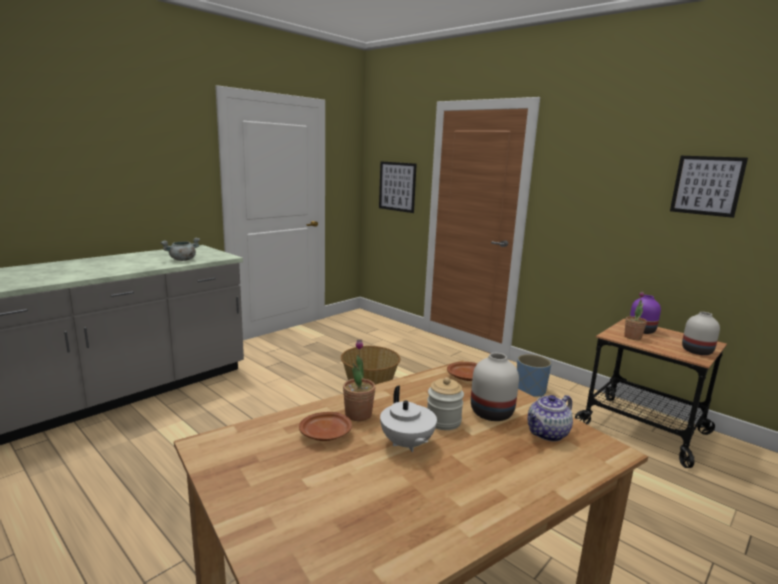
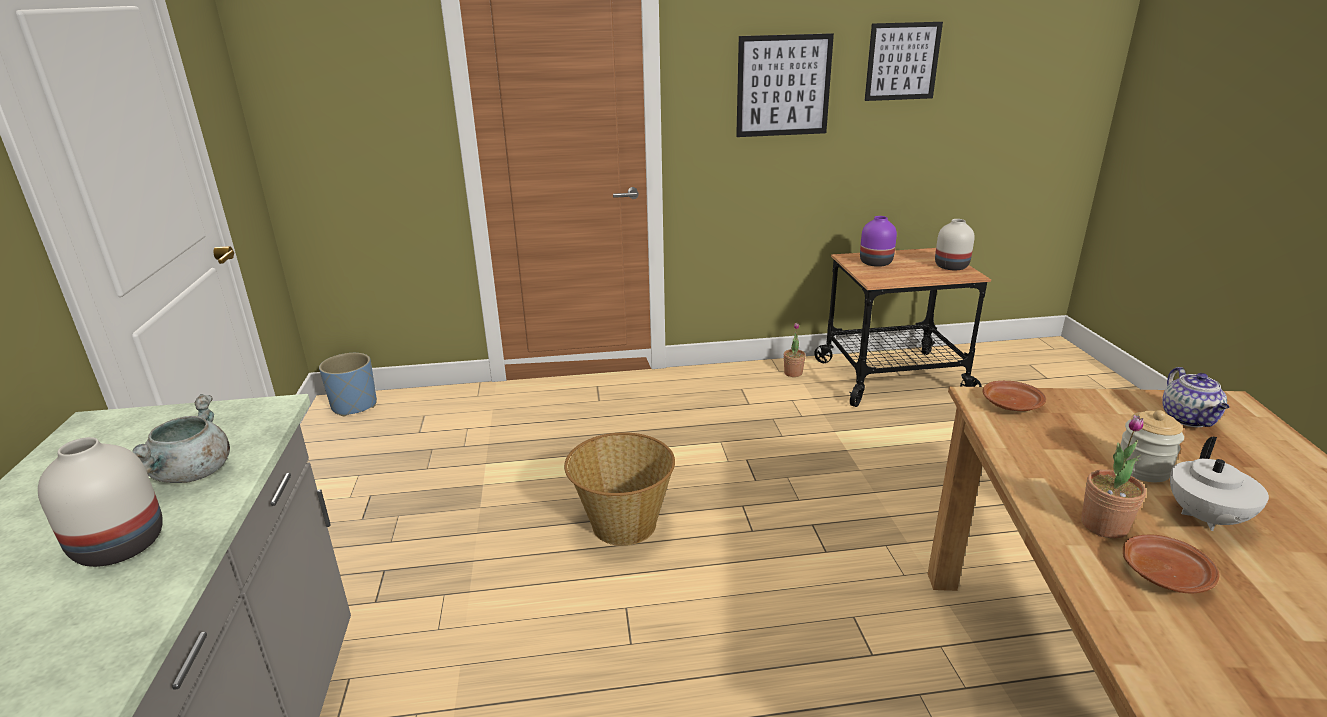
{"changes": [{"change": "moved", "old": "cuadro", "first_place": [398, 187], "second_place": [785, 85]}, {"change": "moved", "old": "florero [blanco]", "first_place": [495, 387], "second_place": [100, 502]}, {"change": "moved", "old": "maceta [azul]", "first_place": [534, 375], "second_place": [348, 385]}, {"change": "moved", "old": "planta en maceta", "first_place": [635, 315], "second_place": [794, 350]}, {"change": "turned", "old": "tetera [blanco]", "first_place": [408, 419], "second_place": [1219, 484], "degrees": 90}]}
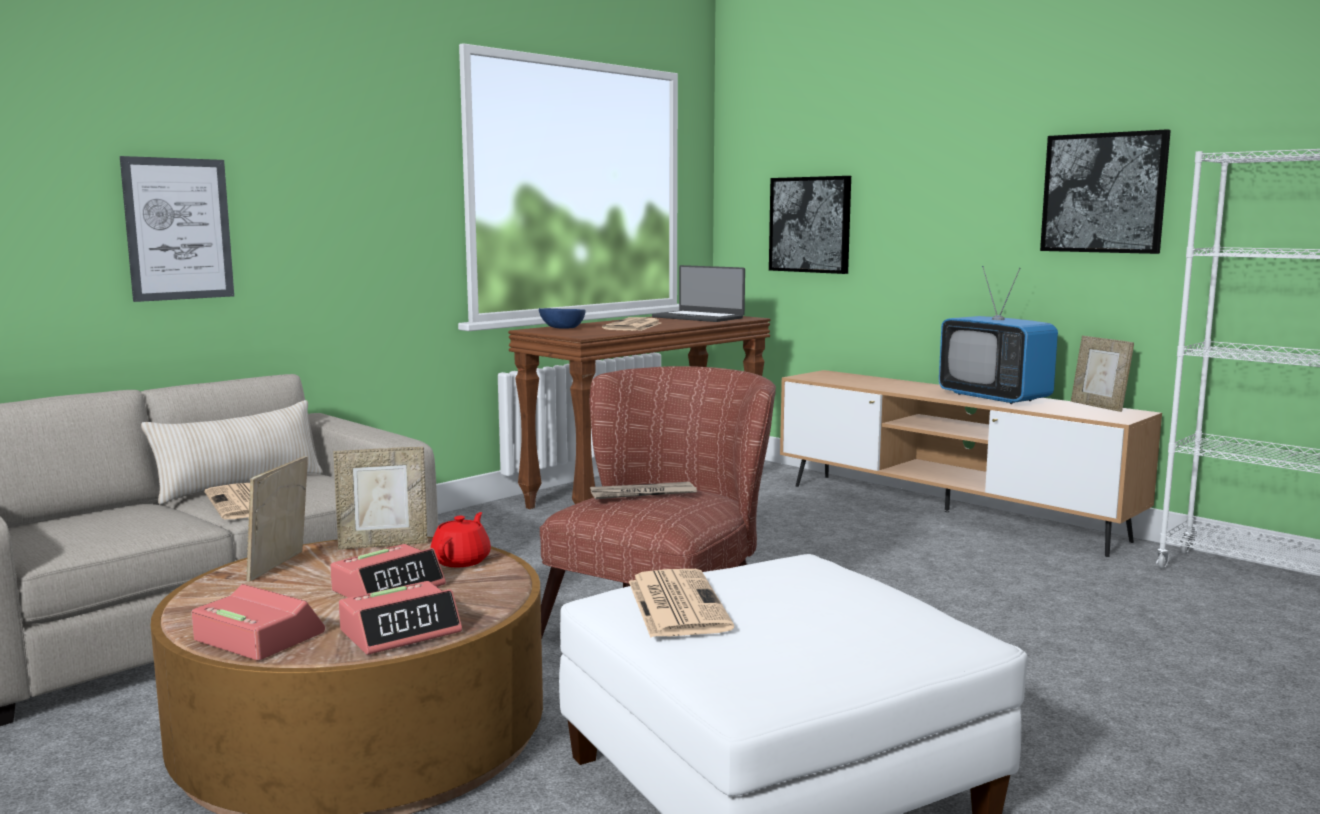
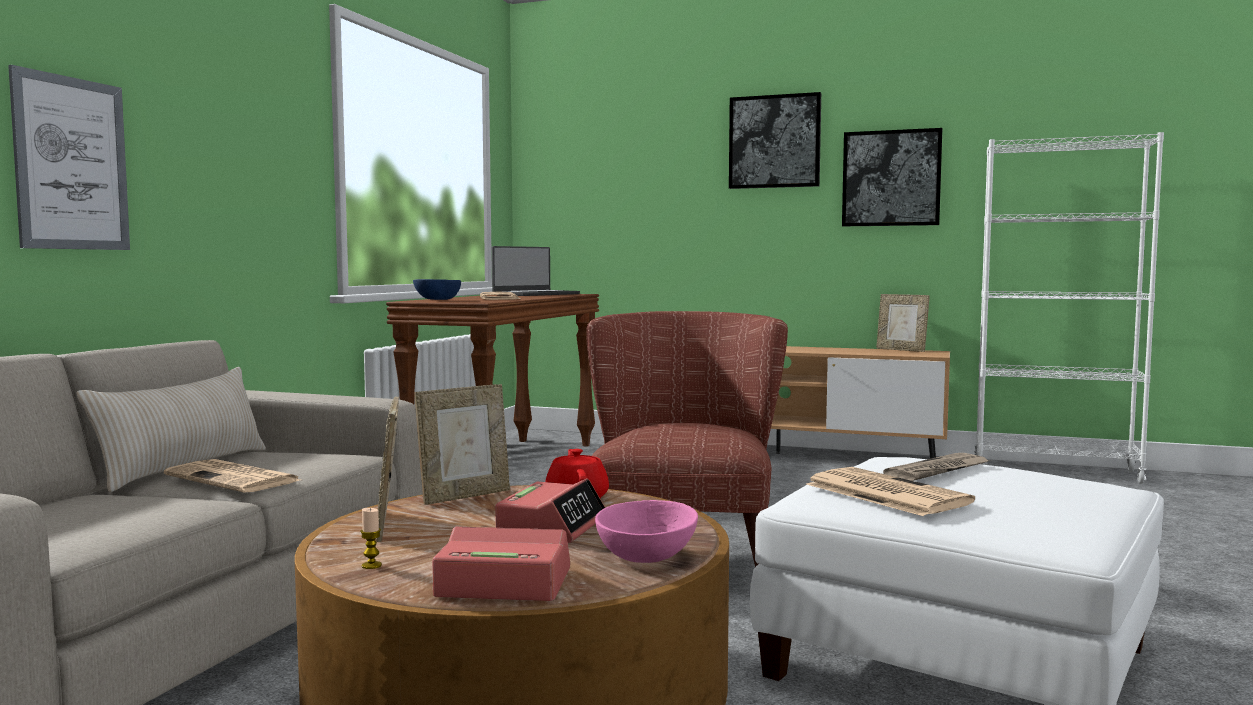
{"changes": [{"change": "removed", "old": "televisor", "first_place": [998, 335]}, {"change": "added", "new": "vela", "second_place": [371, 538]}, {"change": "moved", "old": "periódico", "first_place": [643, 490], "second_place": [937, 467]}, {"change": "moved", "old": "cuadro", "first_place": [810, 225], "second_place": [775, 140]}, {"change": "replaced", "old": "despertador", "new": "cuenco [rosa]", "first_place": [400, 618], "second_place": [646, 531]}, {"change": "turned", "old": "portátil", "first_place": [698, 293], "second_place": [536, 271], "degrees": -60}]}
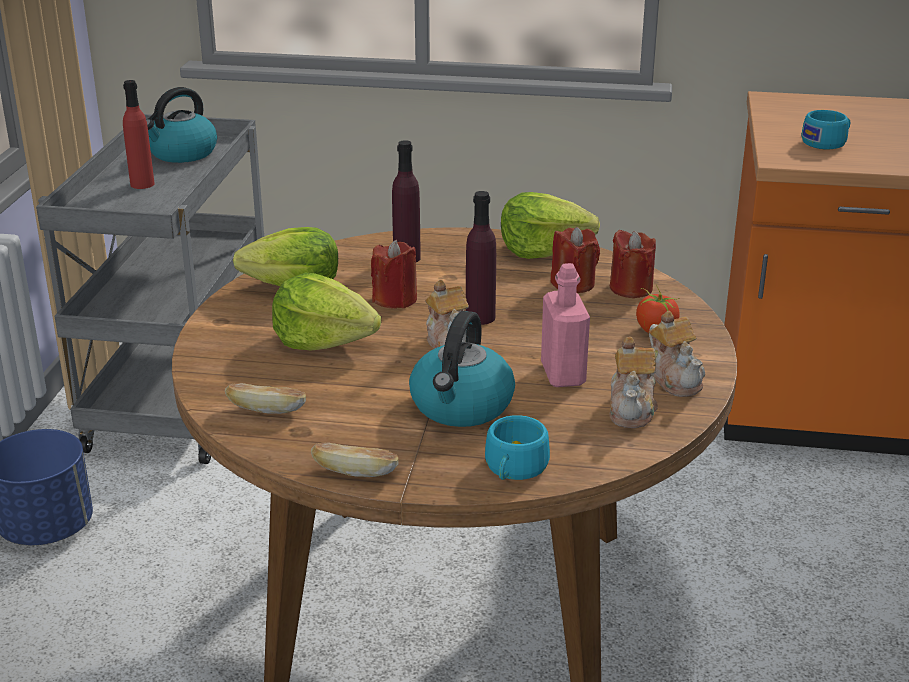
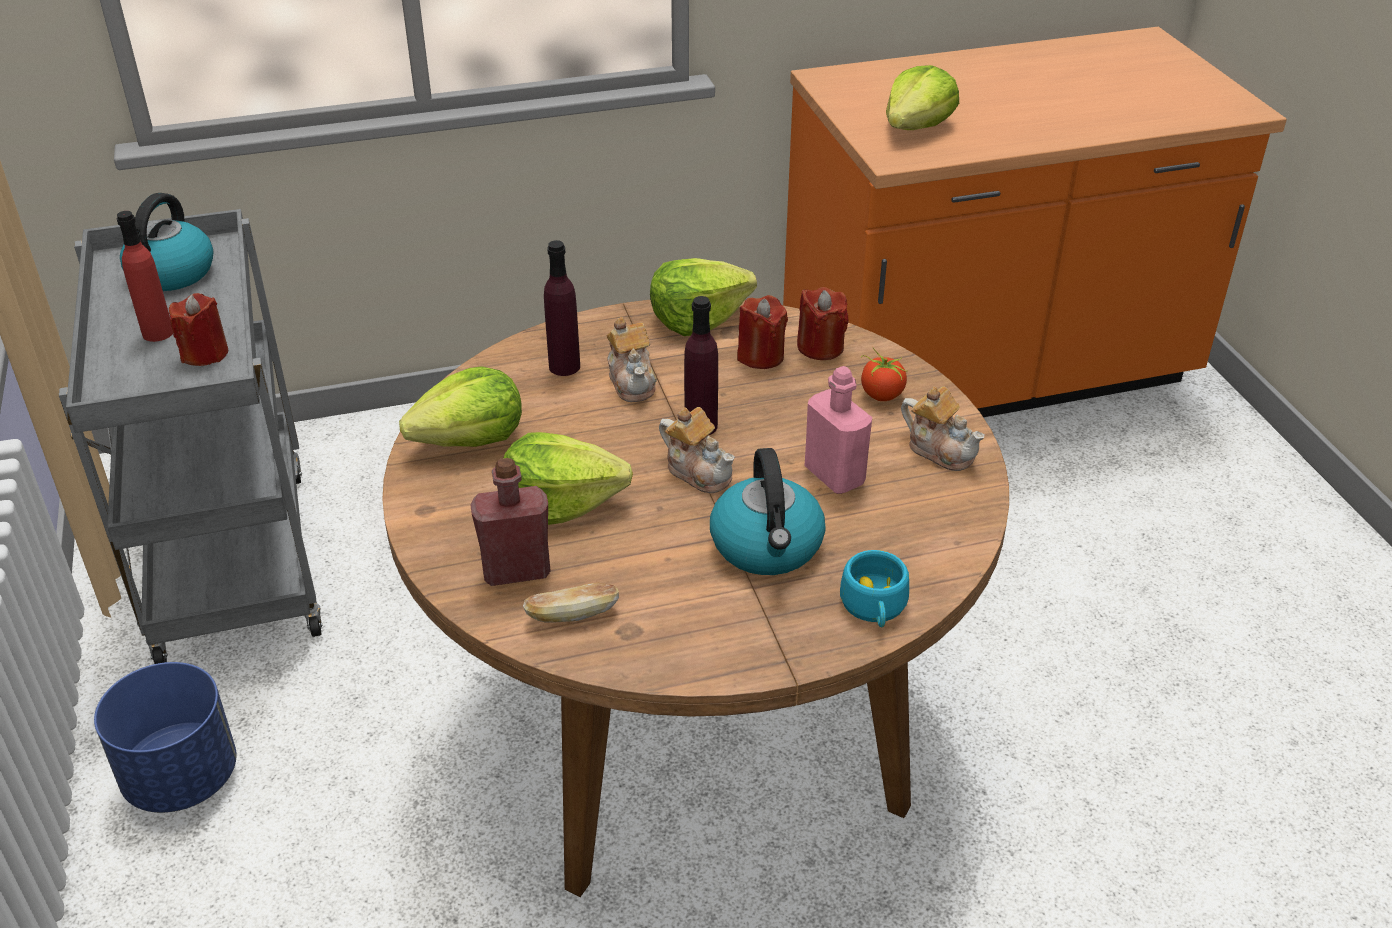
{"changes": [{"change": "removed", "old": "pan", "first_place": [355, 460]}, {"change": "added", "new": "botella [rojo]", "second_place": [510, 522]}, {"change": "moved", "old": "vela [rojo]", "first_place": [394, 274], "second_place": [198, 329]}, {"change": "moved", "old": "tetera", "first_place": [634, 382], "second_place": [631, 359]}, {"change": "replaced", "old": "taza [turquesa]", "new": "lechuga", "first_place": [825, 130], "second_place": [922, 97]}]}
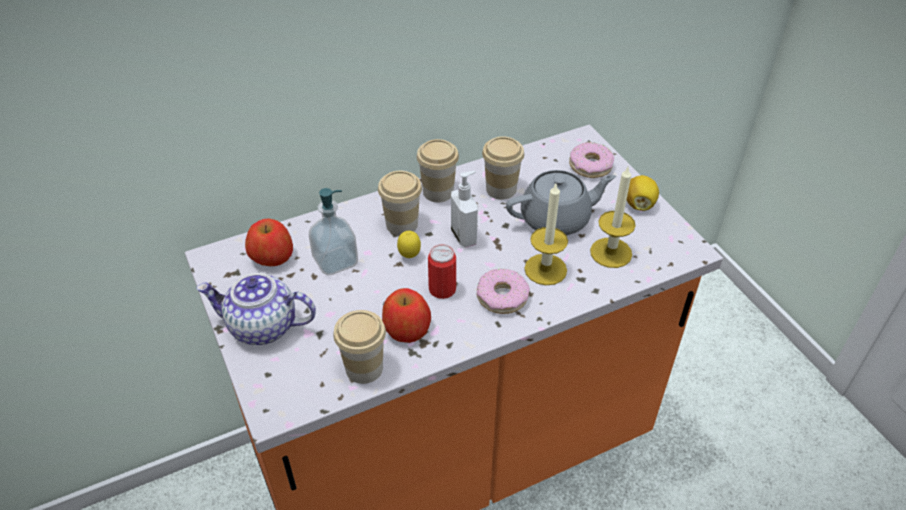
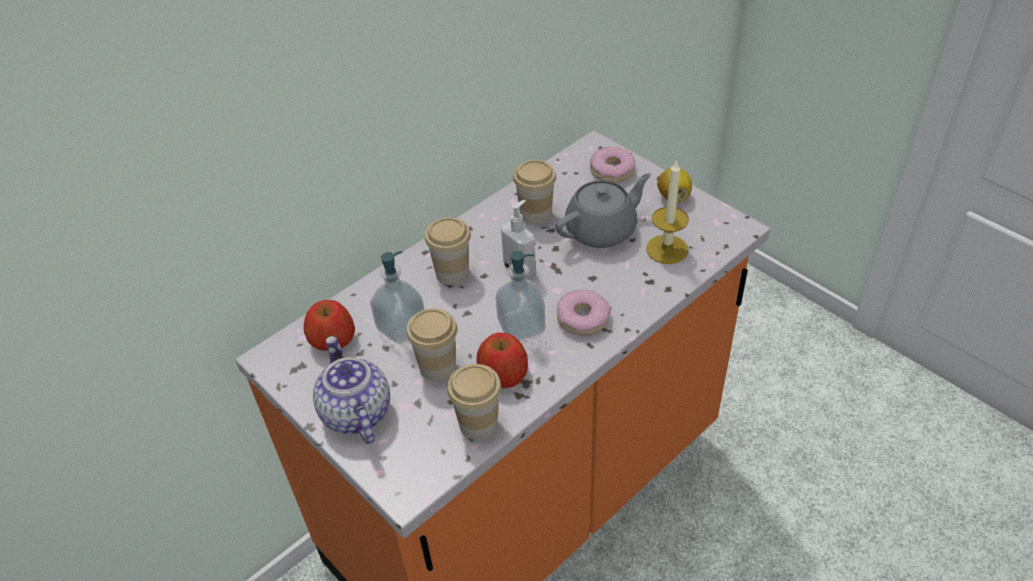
{"changes": [{"change": "removed", "old": "limón", "first_place": [409, 244]}, {"change": "removed", "old": "vela", "first_place": [546, 233]}, {"change": "moved", "old": "taza", "first_place": [438, 170], "second_place": [431, 344]}, {"change": "replaced", "old": "lata", "new": "dispensador de jabón", "first_place": [442, 271], "second_place": [520, 295]}, {"change": "turned", "old": "tetera", "first_place": [256, 309], "second_place": [351, 390], "degrees": 75}]}
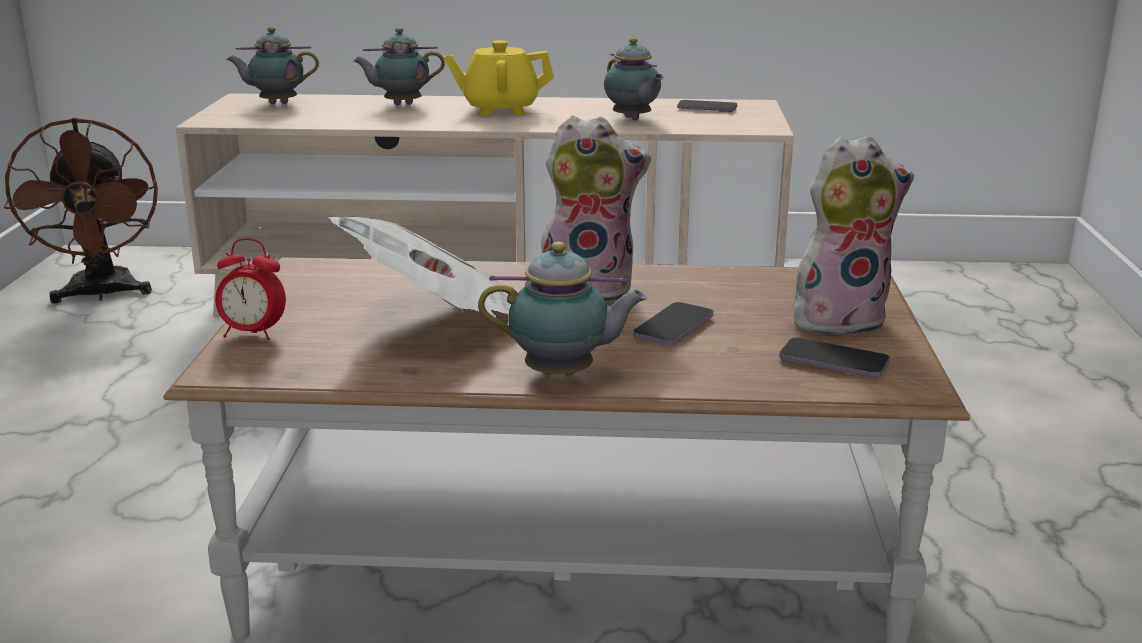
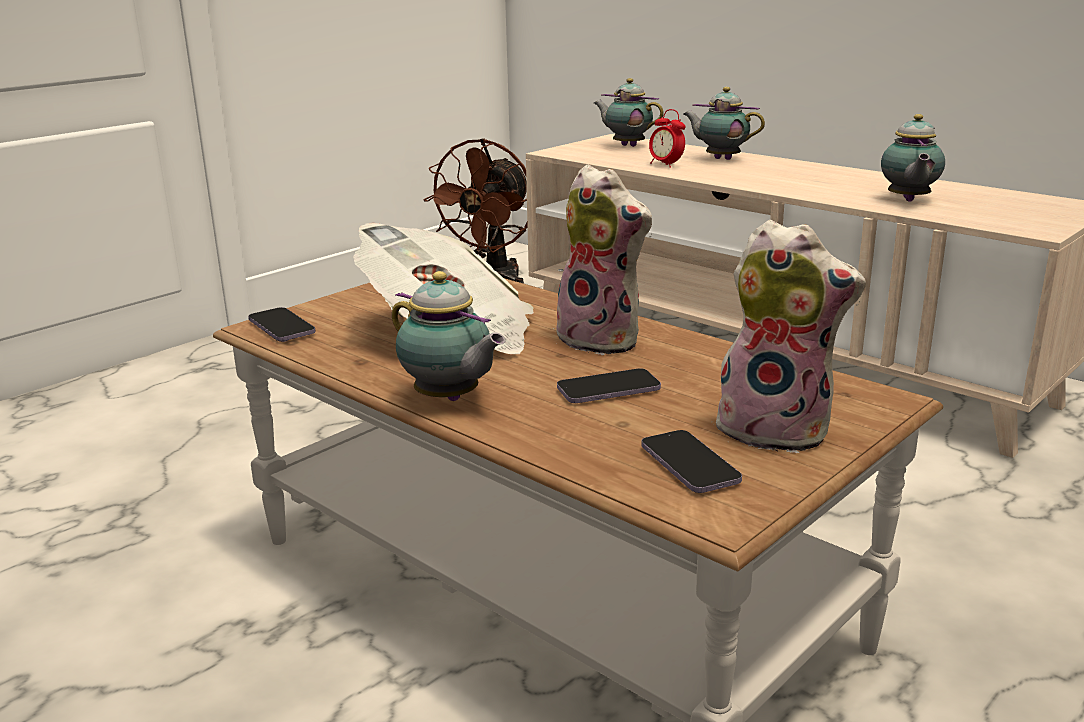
{"changes": [{"change": "removed", "old": "tetera [amarillo]", "first_place": [499, 78]}, {"change": "moved", "old": "despertador", "first_place": [250, 289], "second_place": [667, 138]}, {"change": "moved", "old": "móvil", "first_place": [707, 106], "second_place": [282, 324]}]}
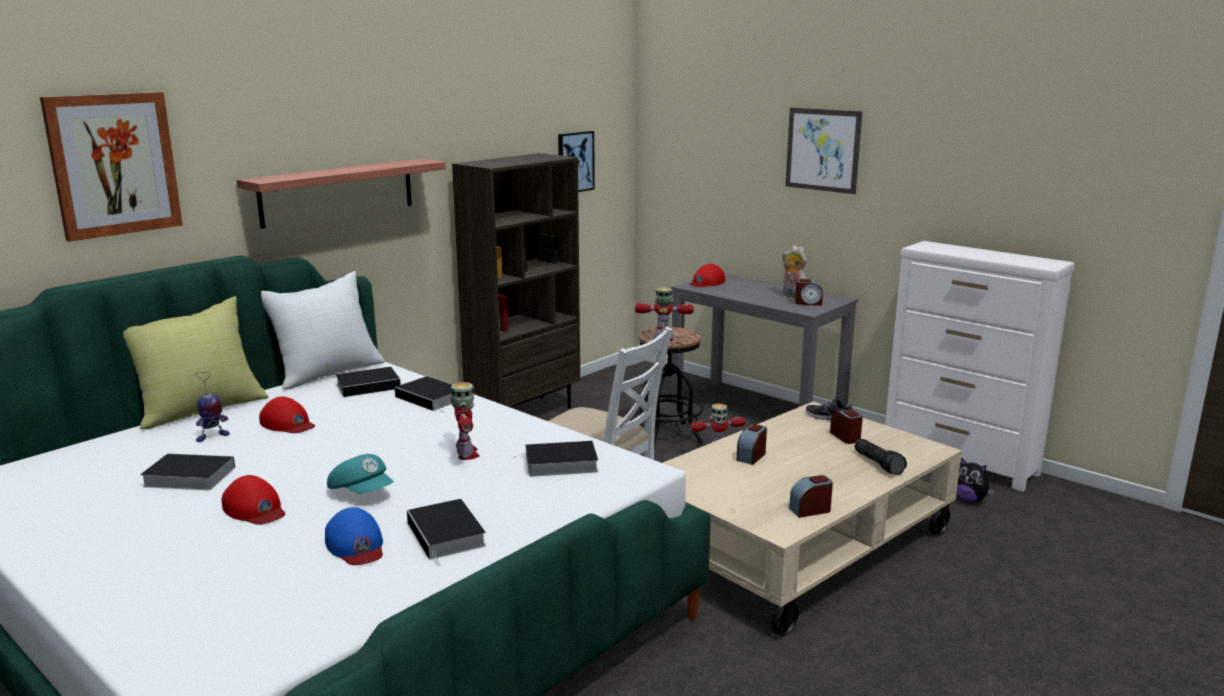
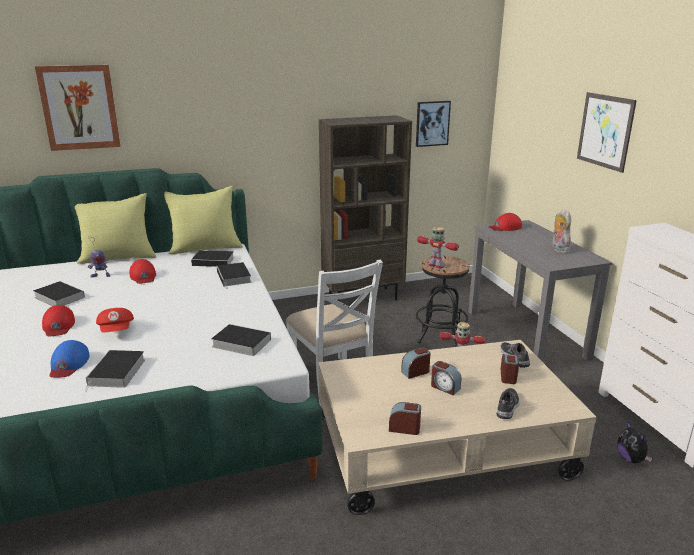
{"changes": [{"change": "removed", "old": "estante", "first_place": [341, 194]}, {"change": "removed", "old": "robot de juguete", "first_place": [465, 421]}, {"change": "moved", "old": "despertador", "first_place": [809, 292], "second_place": [446, 378]}, {"change": "replaced", "old": "linterna", "new": "zapato", "first_place": [881, 457], "second_place": [508, 403]}, {"change": "recoloured", "old": "cojín [blanco]", "new": "cojín [amarillo]", "first_place": [323, 330], "second_place": [203, 220]}, {"change": "recoloured", "old": "gorra [turquesa]", "new": "gorra [rojo]", "first_place": [360, 474], "second_place": [115, 320]}]}
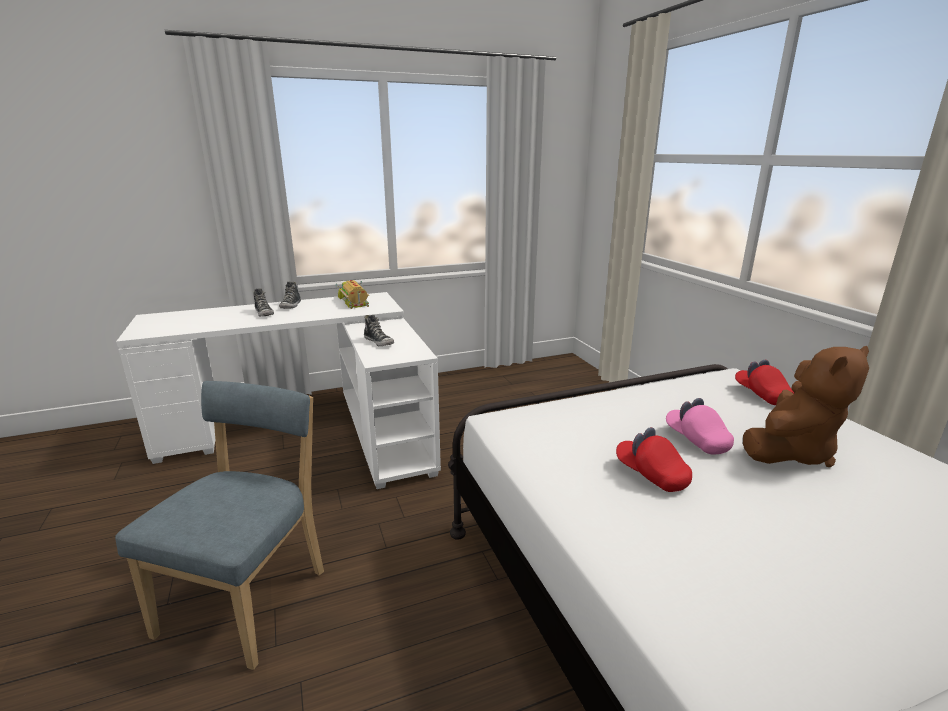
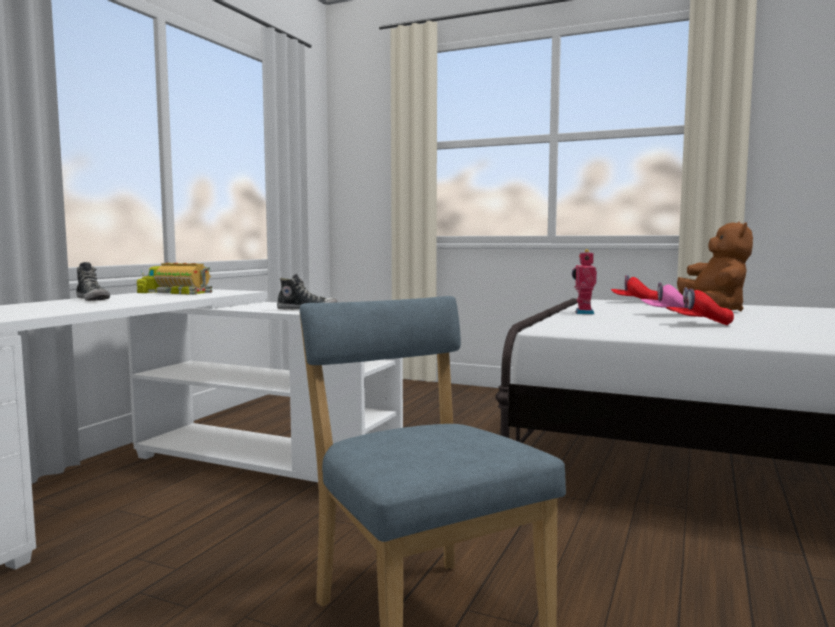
{"changes": [{"change": "removed", "old": "zapato", "first_place": [263, 302]}, {"change": "added", "new": "robot de juguete", "second_place": [584, 281]}]}
